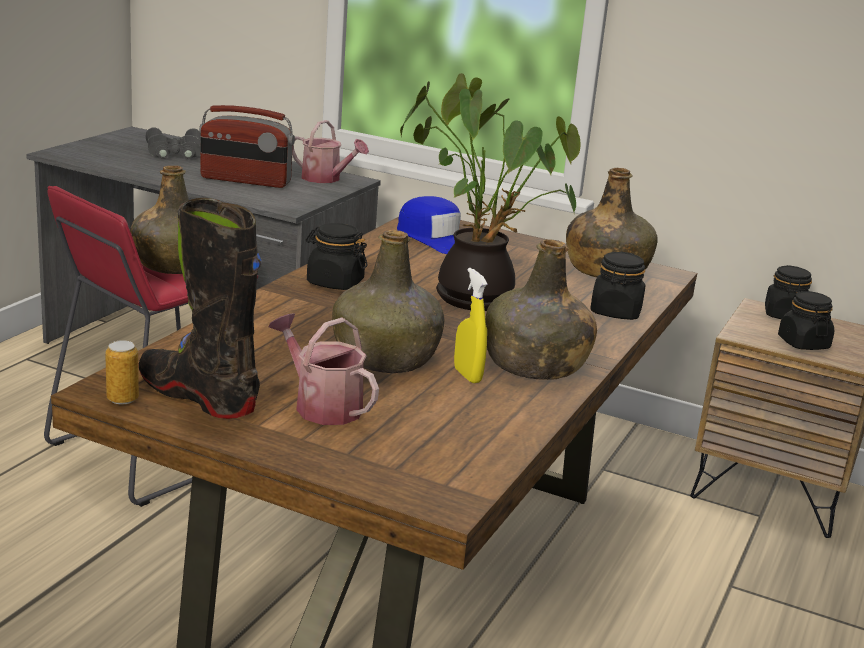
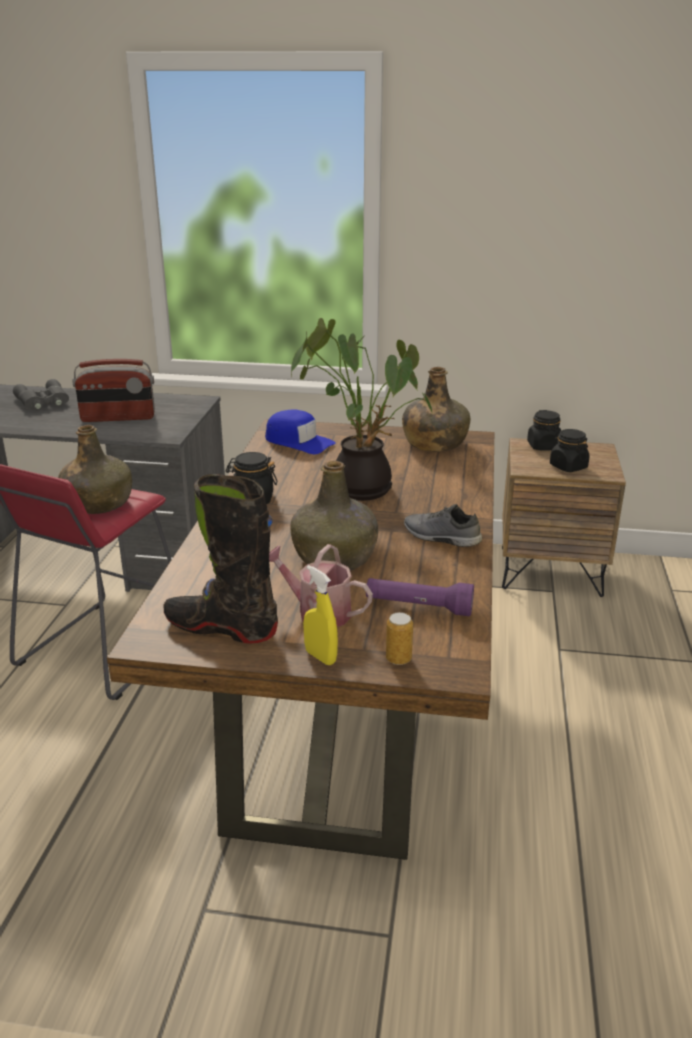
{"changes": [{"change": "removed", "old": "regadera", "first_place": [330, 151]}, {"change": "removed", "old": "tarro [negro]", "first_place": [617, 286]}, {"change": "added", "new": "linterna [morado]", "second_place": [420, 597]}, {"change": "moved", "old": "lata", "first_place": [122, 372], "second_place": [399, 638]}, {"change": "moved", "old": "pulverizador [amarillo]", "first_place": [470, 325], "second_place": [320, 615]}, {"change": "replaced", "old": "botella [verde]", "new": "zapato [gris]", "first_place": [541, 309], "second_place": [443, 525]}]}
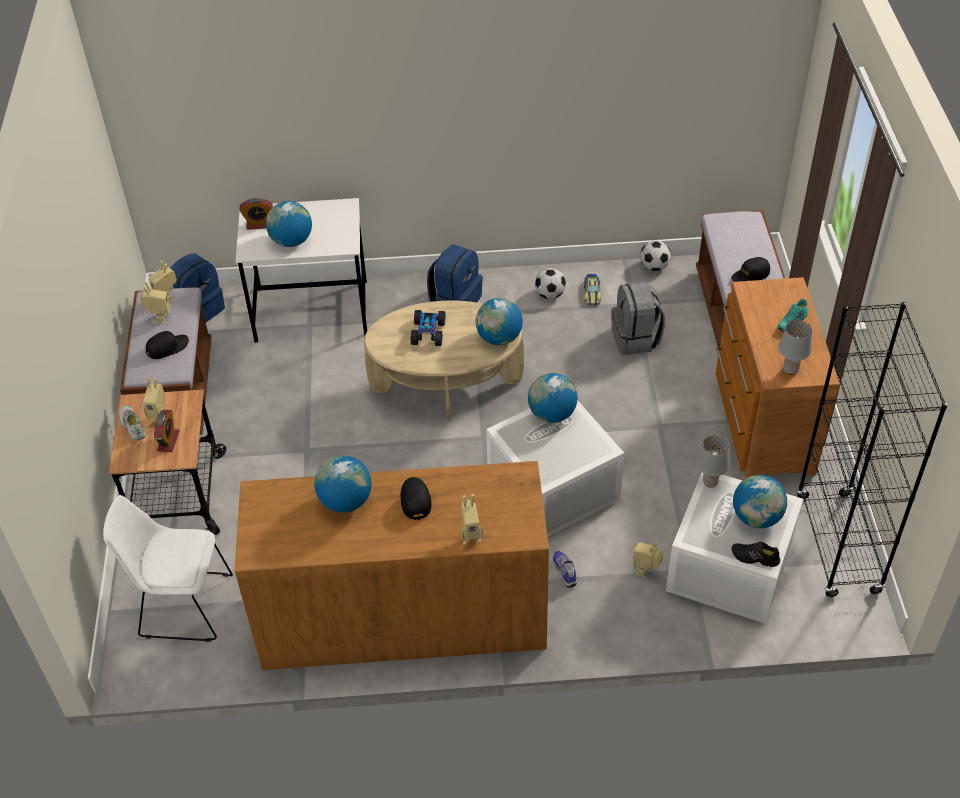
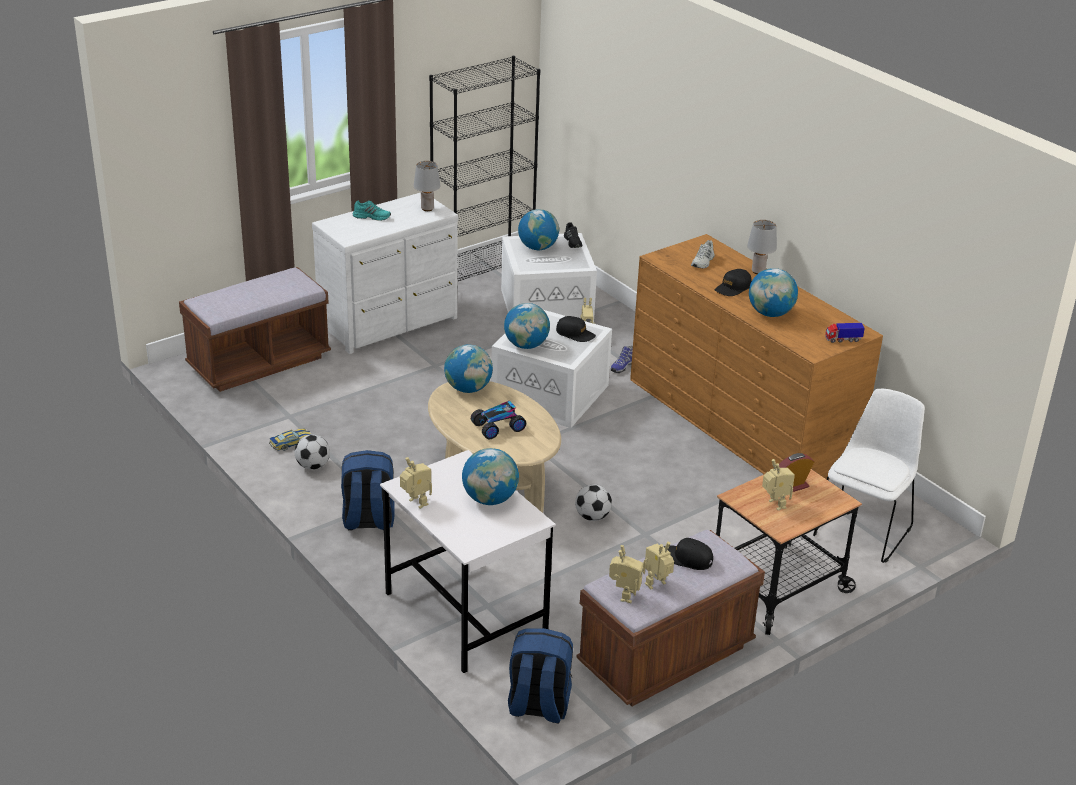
{"changes": [{"change": "removed", "old": "despertador", "first_place": [256, 214]}, {"change": "removed", "old": "mochila [gris]", "first_place": [638, 318]}, {"change": "added", "new": "camión de juguete", "second_place": [845, 333]}, {"change": "moved", "old": "zapato [blanco]", "first_place": [132, 422], "second_place": [703, 254]}, {"change": "moved", "old": "robot de juguete", "first_place": [471, 519], "second_place": [416, 483]}, {"change": "moved", "old": "balón de fútbol", "first_place": [655, 255], "second_place": [593, 502]}, {"change": "moved", "old": "lámpara de mesa [gris]", "first_place": [713, 461], "second_place": [762, 247]}, {"change": "moved", "old": "gorra [negro]", "first_place": [750, 269], "second_place": [576, 329]}, {"change": "recoloured", "old": "cómoda [marrón]", "new": "cómoda [blanco]", "first_place": [778, 378], "second_place": [385, 273]}, {"change": "turned", "old": "silla [blanco]", "first_place": [168, 568], "second_place": [869, 476], "degrees": -120}]}
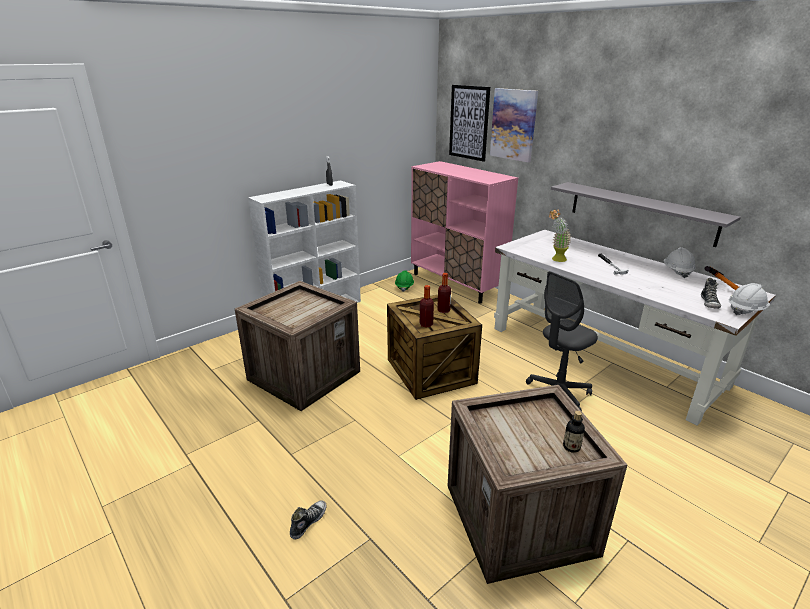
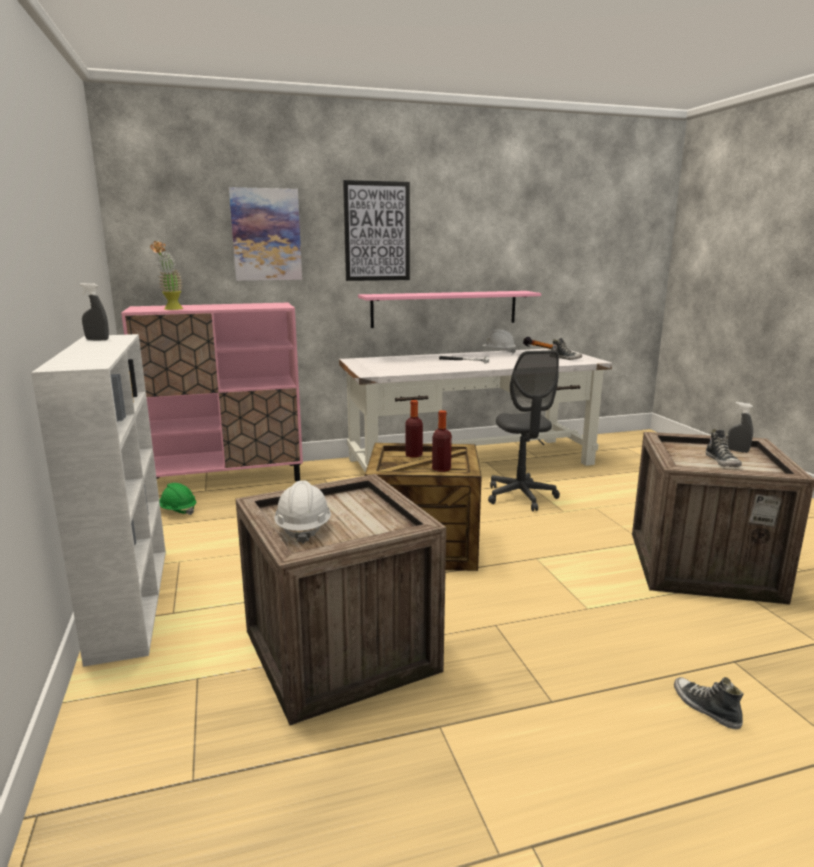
{"changes": [{"change": "added", "new": "zapato", "second_place": [724, 448]}, {"change": "moved", "old": "cuadro", "first_place": [469, 123], "second_place": [376, 230]}, {"change": "moved", "old": "planta en maceta", "first_place": [560, 235], "second_place": [166, 275]}, {"change": "moved", "old": "casco [blanco]", "first_place": [749, 299], "second_place": [303, 512]}, {"change": "replaced", "old": "botella", "new": "pulverizador [gris]", "first_place": [574, 432], "second_place": [740, 427]}, {"change": "recoloured", "old": "estante [gris]", "new": "estante [rosa]", "first_place": [646, 214], "second_place": [449, 309]}]}
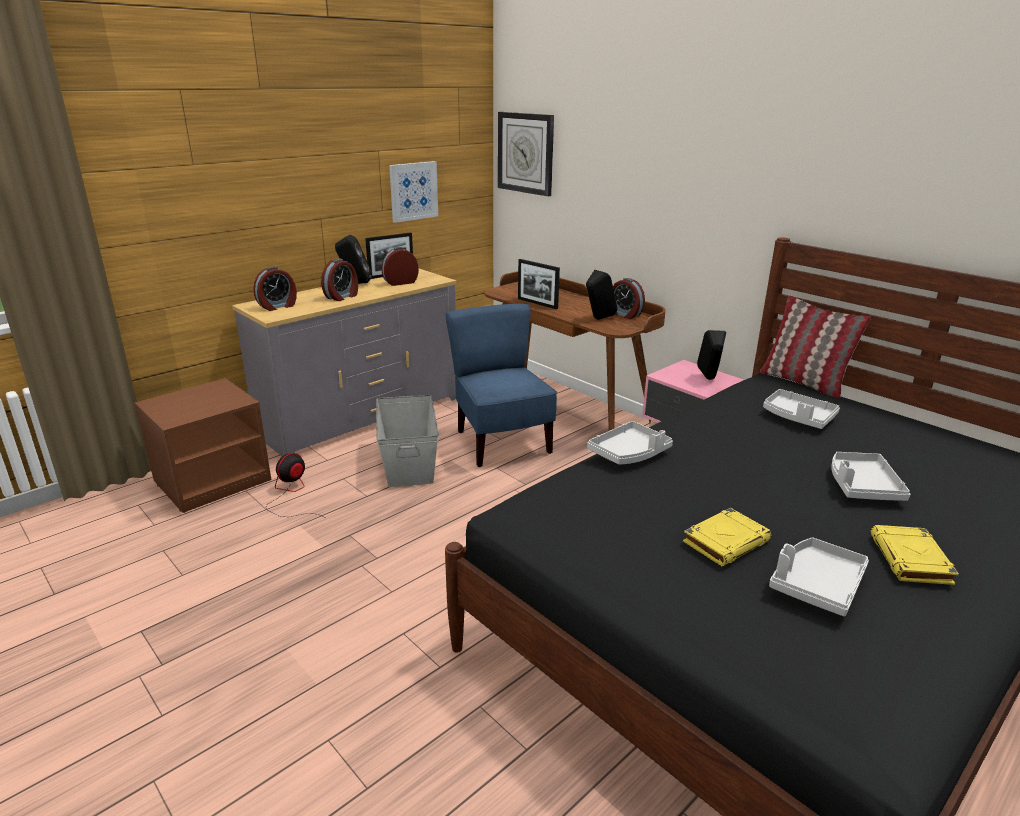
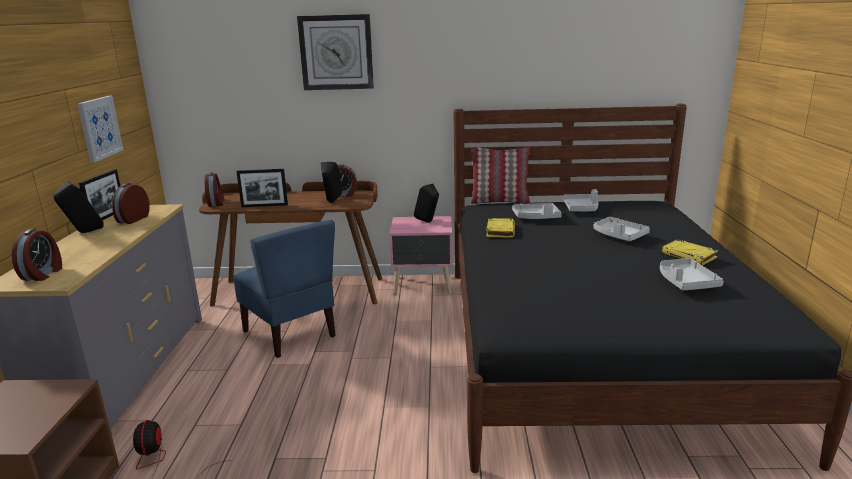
{"changes": [{"change": "removed", "old": "caja de almacenaje [gris]", "first_place": [407, 441]}, {"change": "moved", "old": "despertador", "first_place": [339, 280], "second_place": [214, 189]}, {"change": "moved", "old": "reloj de pared", "first_place": [526, 154], "second_place": [335, 52]}, {"change": "moved", "old": "bandeja [gris]", "first_place": [630, 443], "second_place": [580, 200]}, {"change": "moved", "old": "libro [amarillo]", "first_place": [727, 537], "second_place": [500, 228]}, {"change": "turned", "old": "silla [azul]", "first_place": [501, 385], "second_place": [284, 289], "degrees": -150}]}
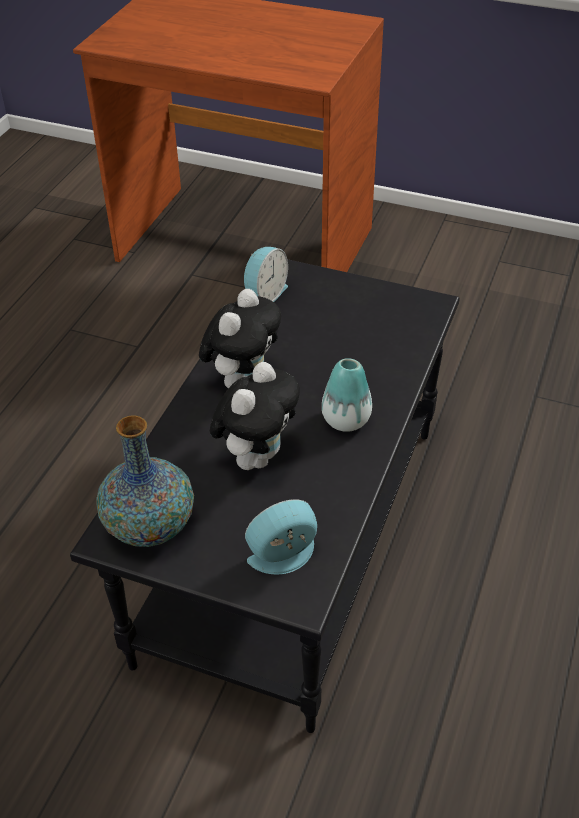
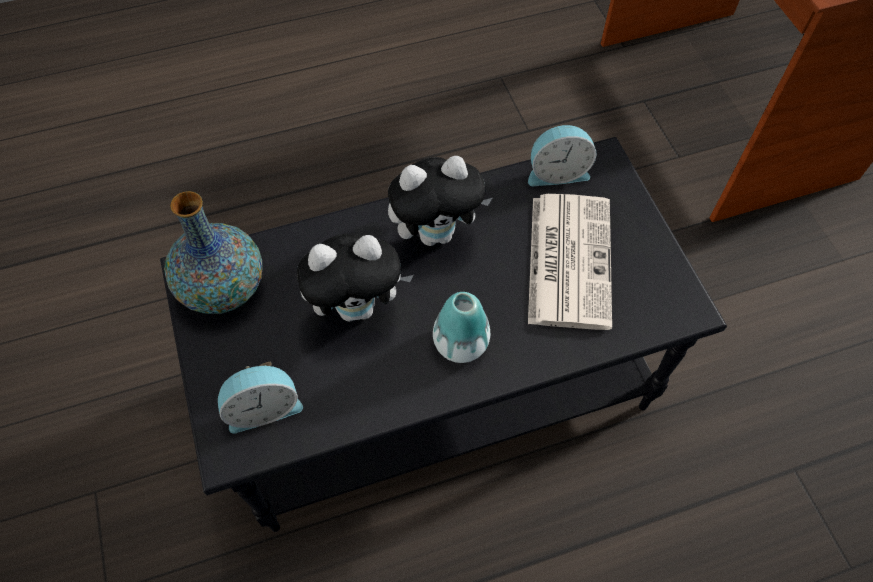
{"changes": [{"change": "added", "new": "periódico", "second_place": [570, 262]}, {"change": "turned", "old": "despertador", "first_place": [281, 537], "second_place": [260, 398], "degrees": 135}]}
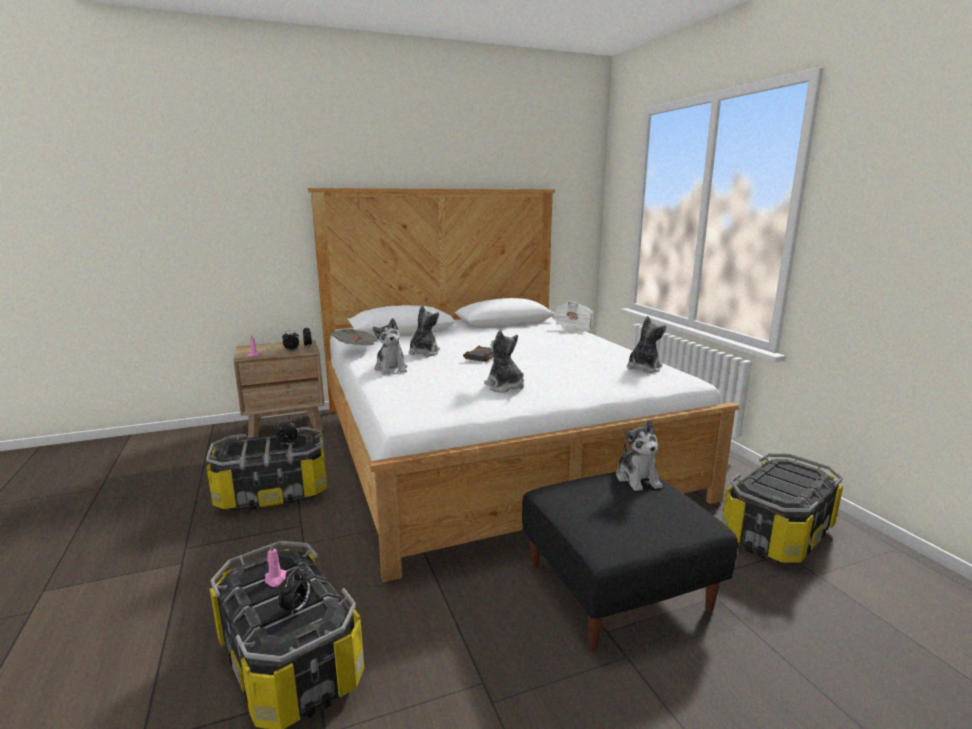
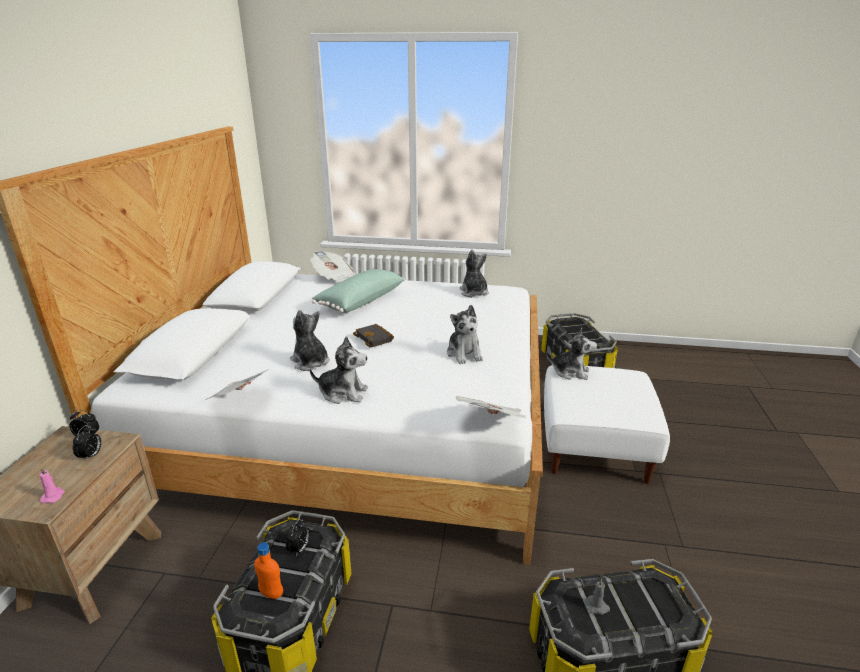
{"changes": [{"change": "removed", "old": "despertador", "first_place": [295, 591]}, {"change": "added", "new": "botella [naranja]", "second_place": [268, 570]}, {"change": "added", "new": "cojín [verde]", "second_place": [358, 291]}, {"change": "added", "new": "periódico", "second_place": [490, 407]}, {"change": "recoloured", "old": "vela [rosa]", "new": "vela [gris]", "first_place": [276, 565], "second_place": [597, 597]}, {"change": "recoloured", "old": "puf [negro]", "new": "puf [blanco]", "first_place": [630, 560], "second_place": [607, 424]}, {"change": "turned", "old": "peluche", "first_place": [504, 361], "second_place": [465, 334], "degrees": -105}]}
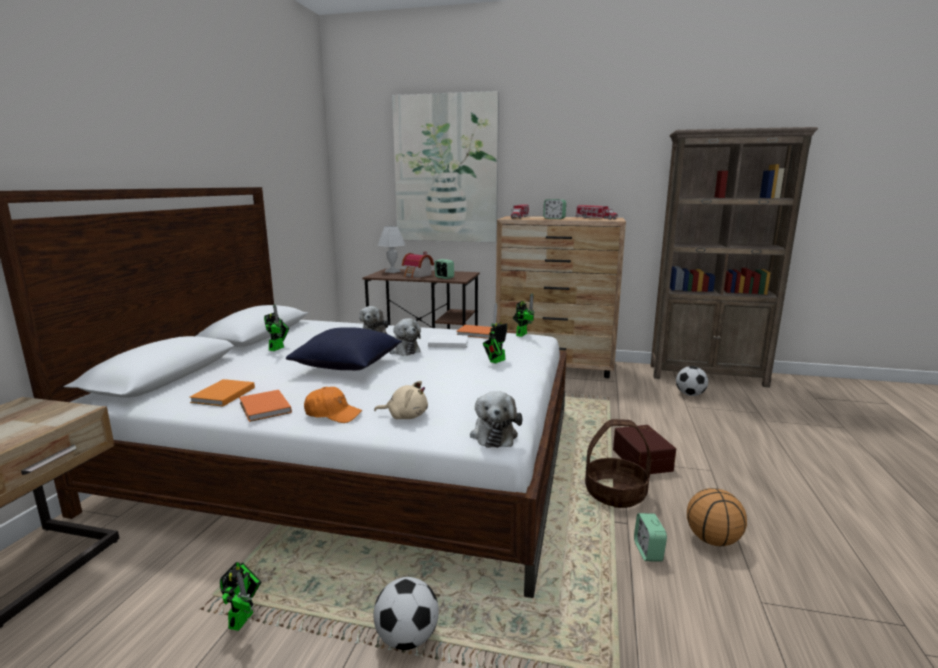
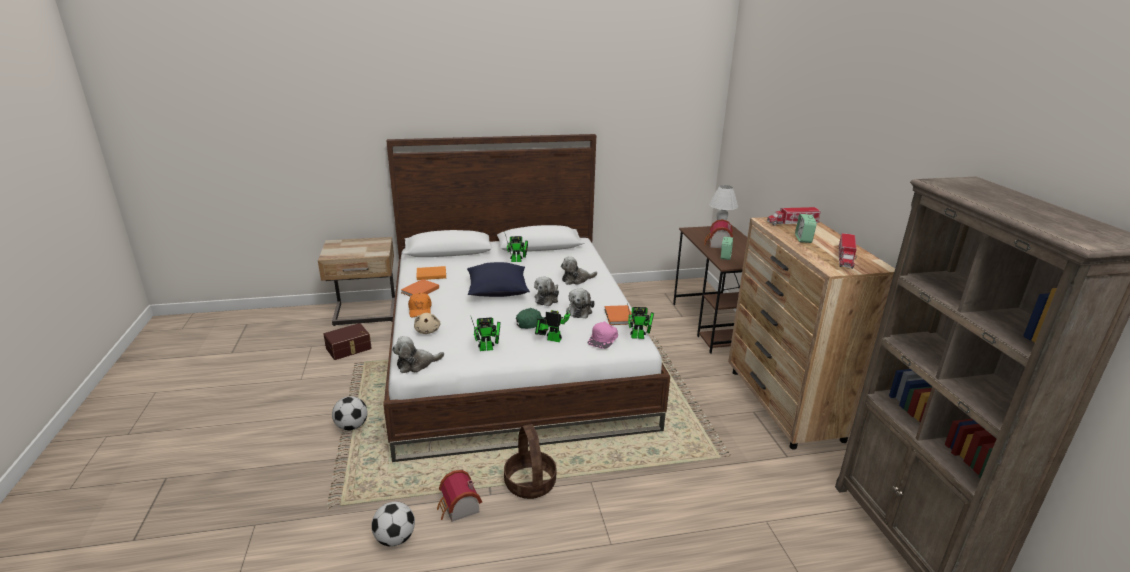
{"changes": [{"change": "removed", "old": "cuadro", "first_place": [445, 167]}, {"change": "removed", "old": "balón de baloncesto", "first_place": [717, 517]}, {"change": "added", "new": "gorra [verde]", "second_place": [532, 318]}, {"change": "added", "new": "gorra [rosa]", "second_place": [602, 335]}, {"change": "moved", "old": "robot de juguete", "first_place": [240, 596], "second_place": [486, 334]}, {"change": "moved", "old": "caja de almacenaje [marrón]", "first_place": [644, 449], "second_place": [348, 341]}, {"change": "moved", "old": "balón de fútbol", "first_place": [692, 381], "second_place": [393, 524]}, {"change": "replaced", "old": "libro [blanco]", "new": "peluche", "first_place": [448, 341], "second_place": [580, 303]}, {"change": "replaced", "old": "despertador", "new": "casita", "first_place": [650, 537], "second_place": [459, 496]}]}
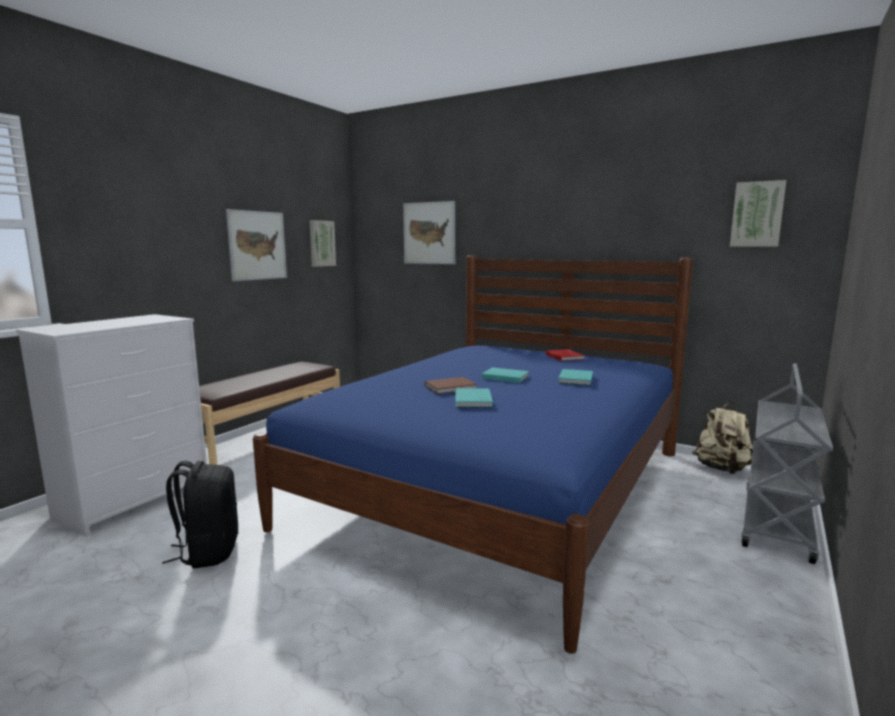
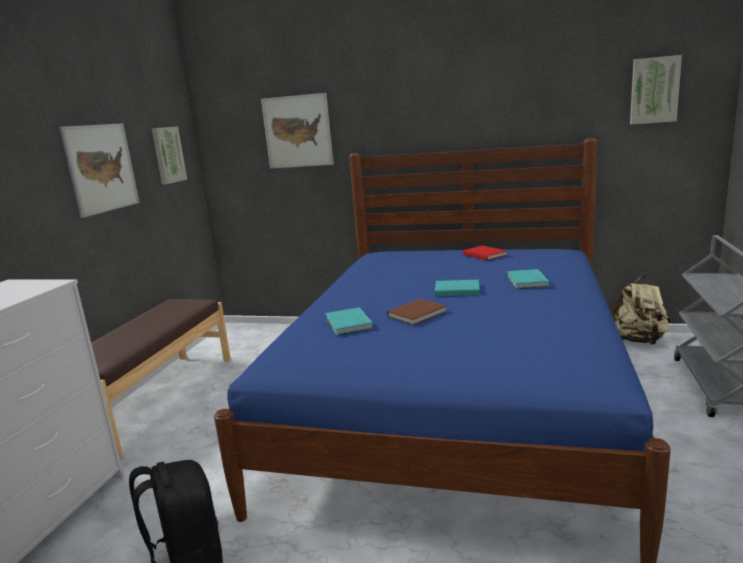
{"changes": [{"change": "moved", "old": "libro [turquesa]", "first_place": [474, 398], "second_place": [349, 321]}]}
